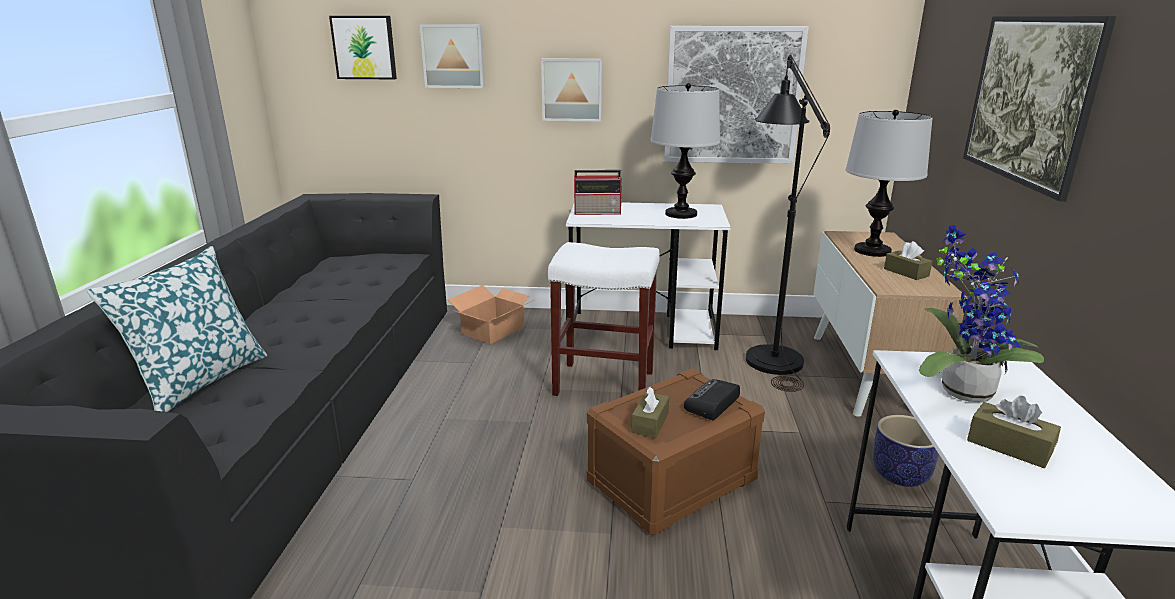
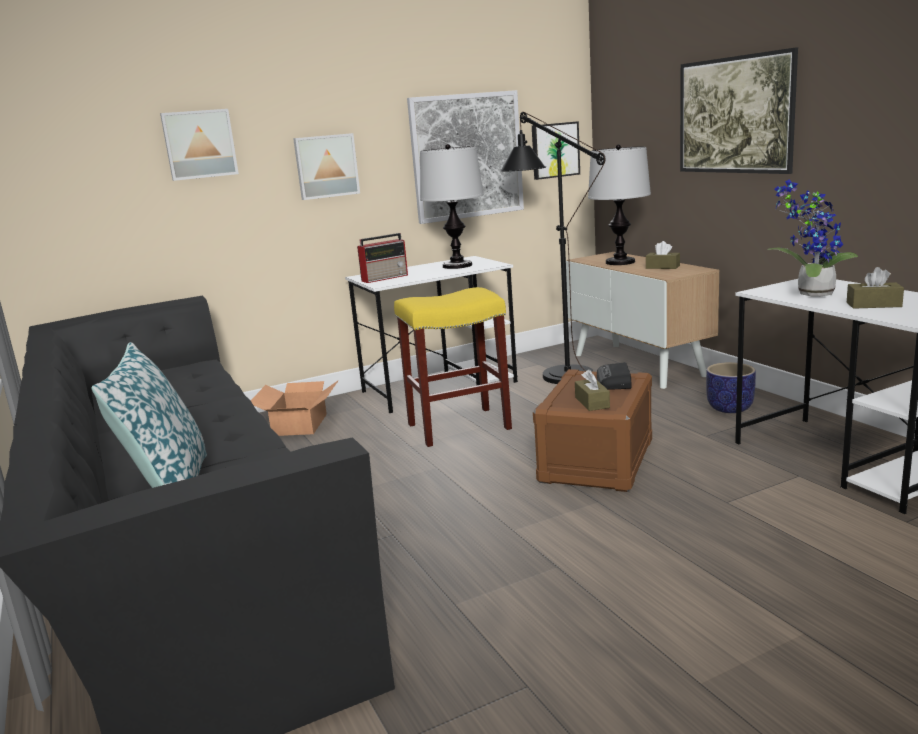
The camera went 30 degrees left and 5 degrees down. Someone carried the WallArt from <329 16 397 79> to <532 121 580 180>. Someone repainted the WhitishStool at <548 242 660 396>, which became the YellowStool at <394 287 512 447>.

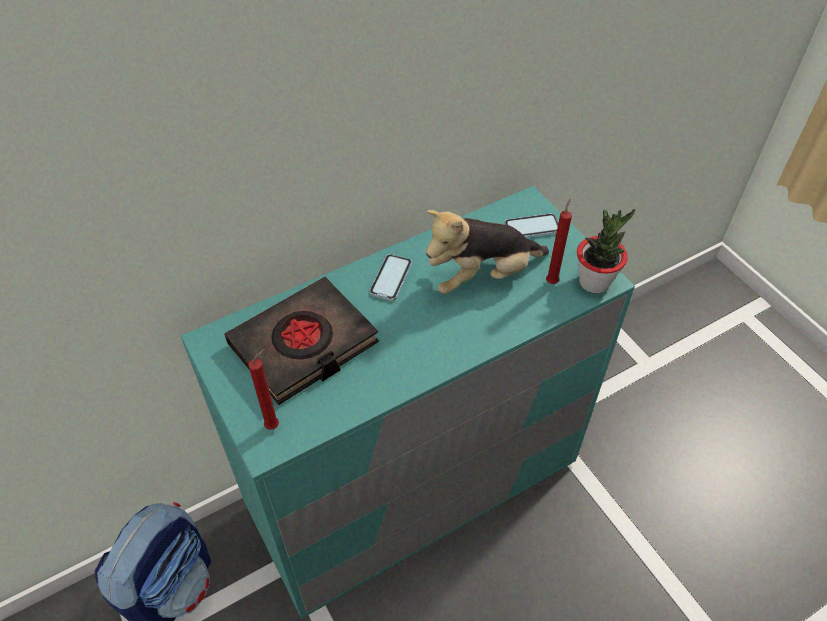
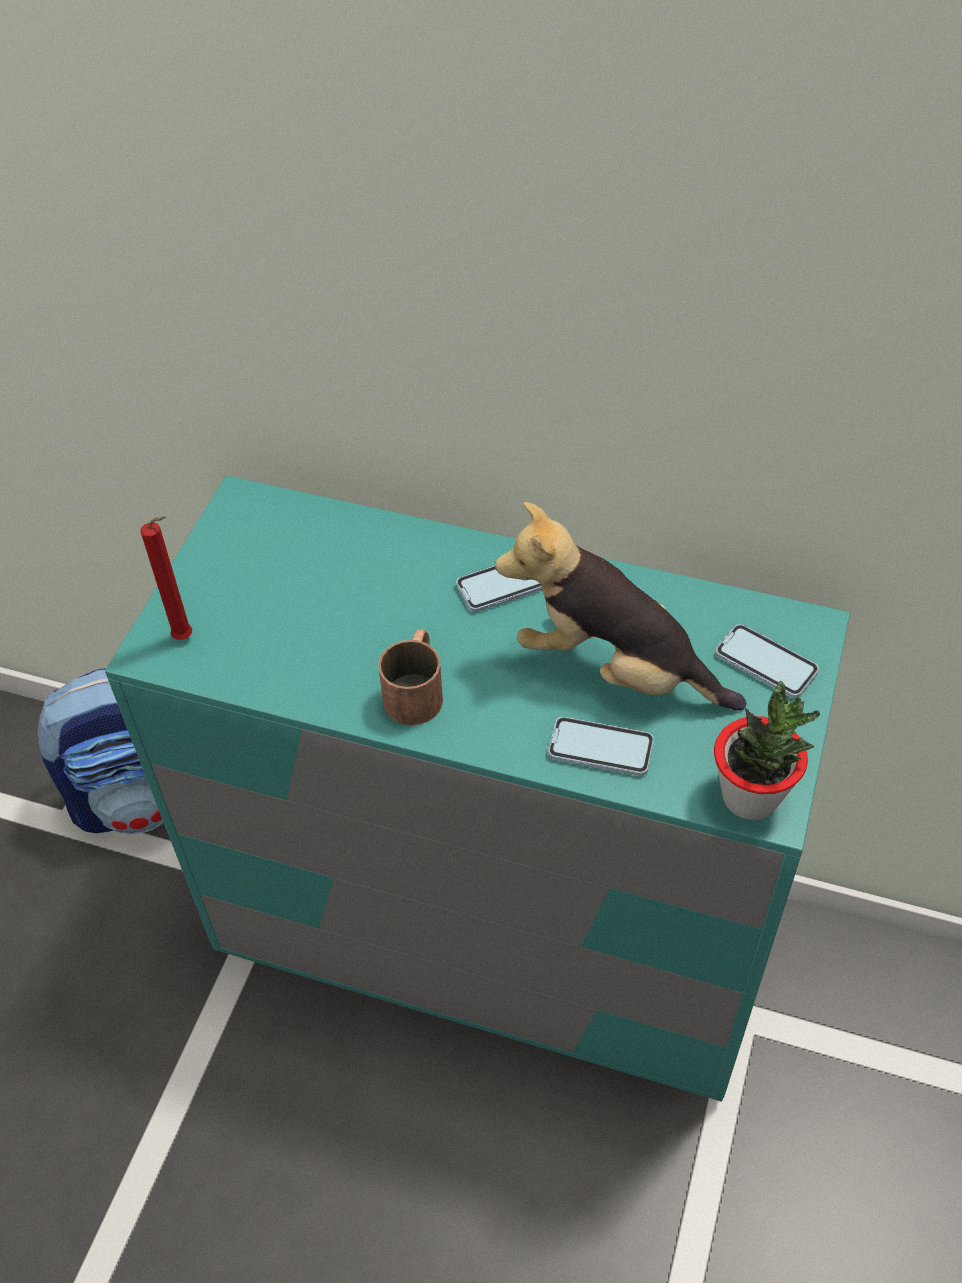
The camera went 50 degrees right and 0 degrees up. Someone took away the BlackColouredBoundBook at <224 277 379 405>. Someone took away the RedColouredWaxLight at <546 198 572 284>. Someone put down the BrownColouredCoffeeMug at <378 629 443 725>. Someone put down the Phone at <548 717 654 776>.

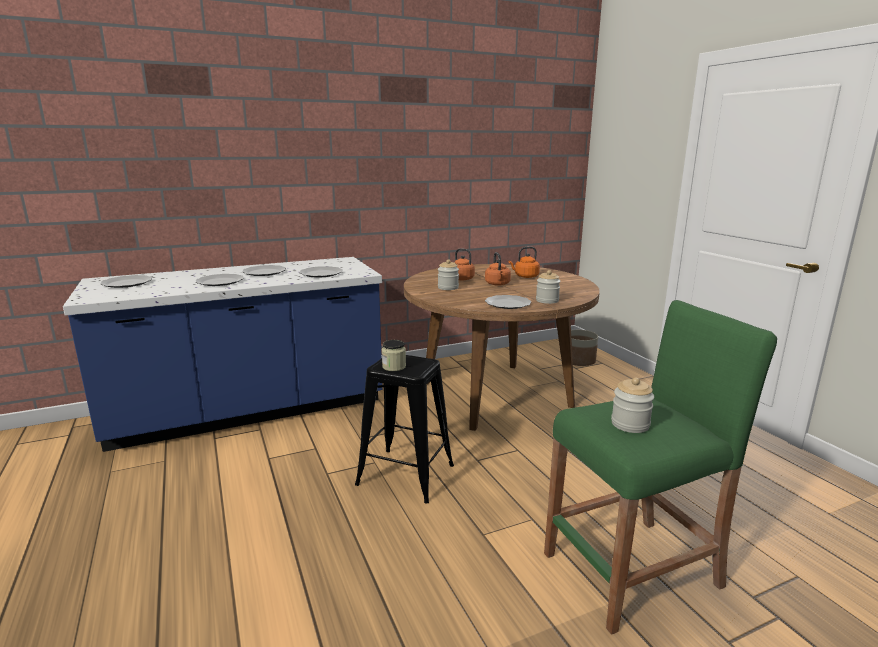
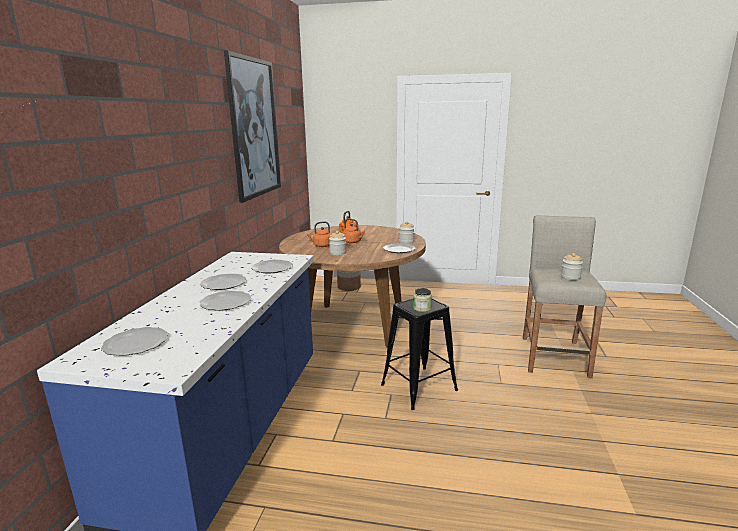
The camera went 55 degrees left and 0 degrees up. Someone repainted the GreenishStool at <544 300 777 635>, which became the BeigeColouredStool at <523 215 606 379>. Someone put up the WallArt at <224 50 281 203>.

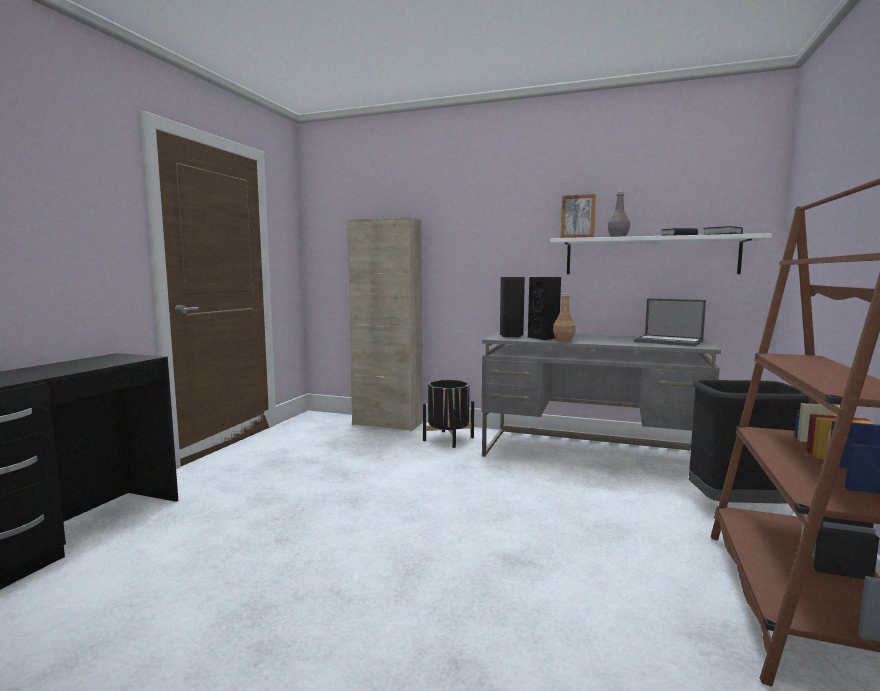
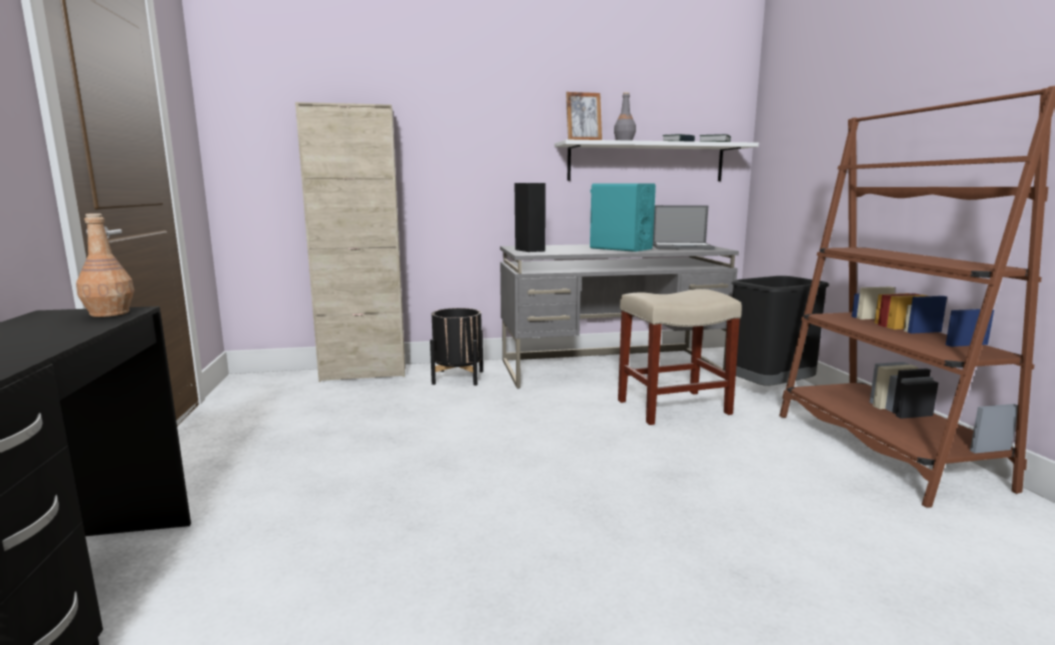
The camera went 30 degrees left and 5 degrees up. Someone took away the BlackColouredAudioSpeaker at <528 277 561 340>. Someone carried the BrownColouredDrinkBottle from <553 293 576 342> to <76 213 134 317>. Someone put down the TurquoiseColouredAudioSpeaker at <590 184 656 252>. Someone put down the BeigeColouredStool at <618 289 742 425>.

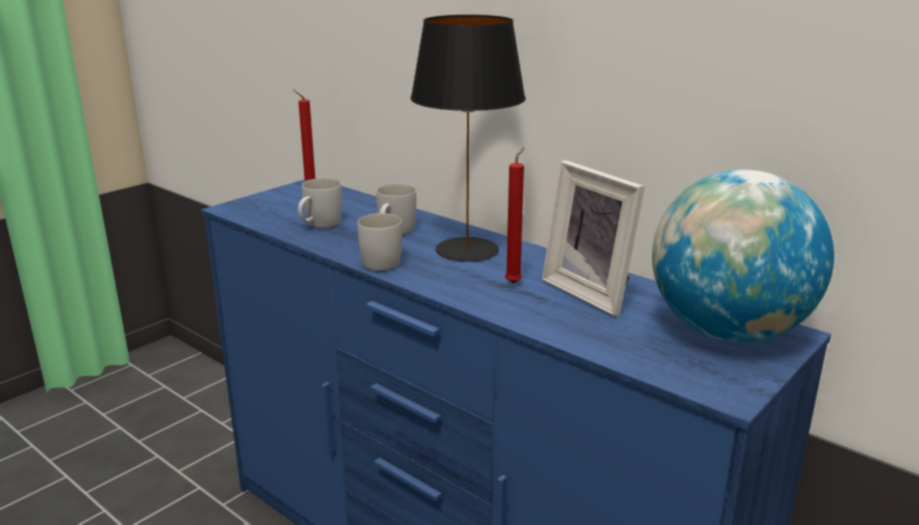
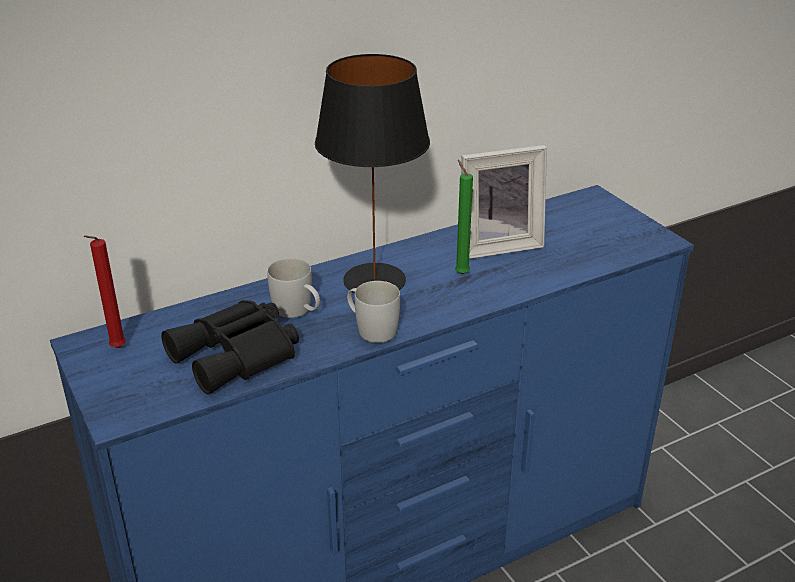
The camera went 70 degrees left and 10 degrees up. Someone swapped the WhitishCoffeeMug at <298 178 342 228> for the BlackColouredFieldGlasses at <161 300 299 394>. Someone repainted the RedColouredWaxLight at <505 147 524 284>, which became the GreenishWaxLight at <455 160 473 274>. Someone took away the Globe at <652 170 834 342>.

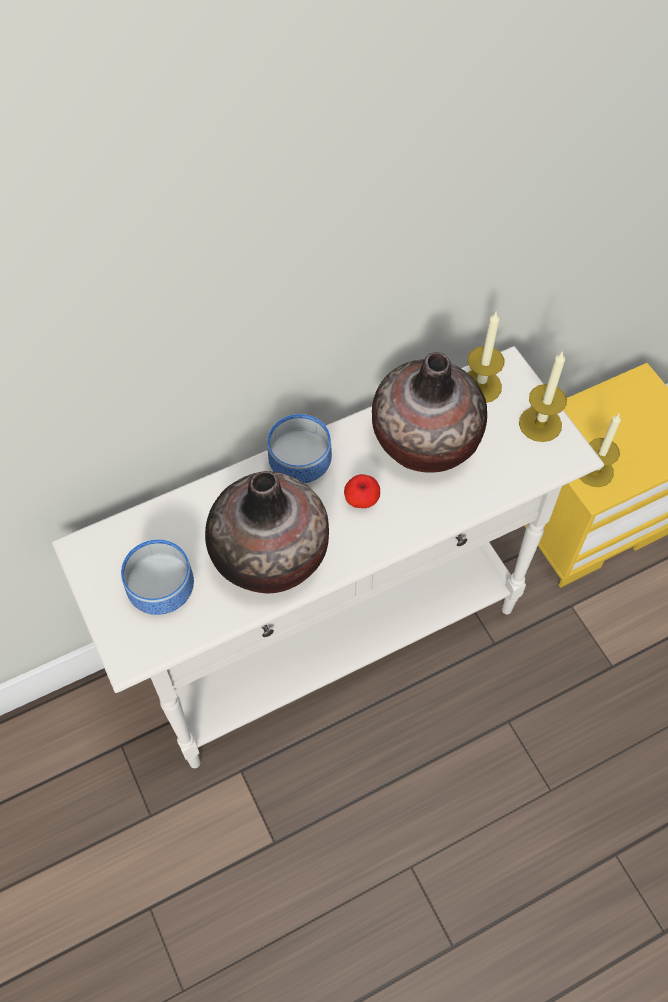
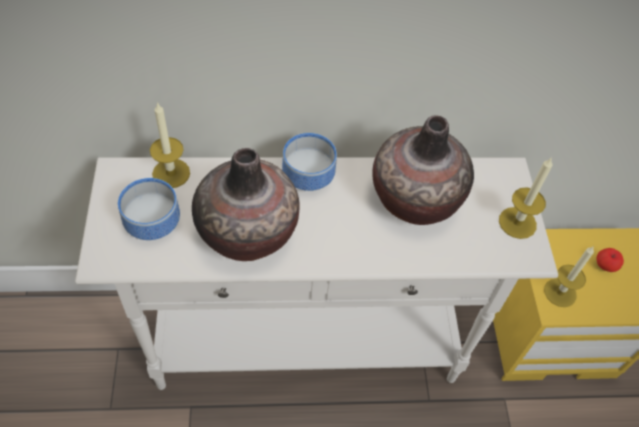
The camera went 20 degrees right and 5 degrees down. Someone carried the WholeApple from <344 474 380 508> to <597 248 624 272>. Someone carried the WaxLight from <468 311 505 403> to <150 102 190 188>.

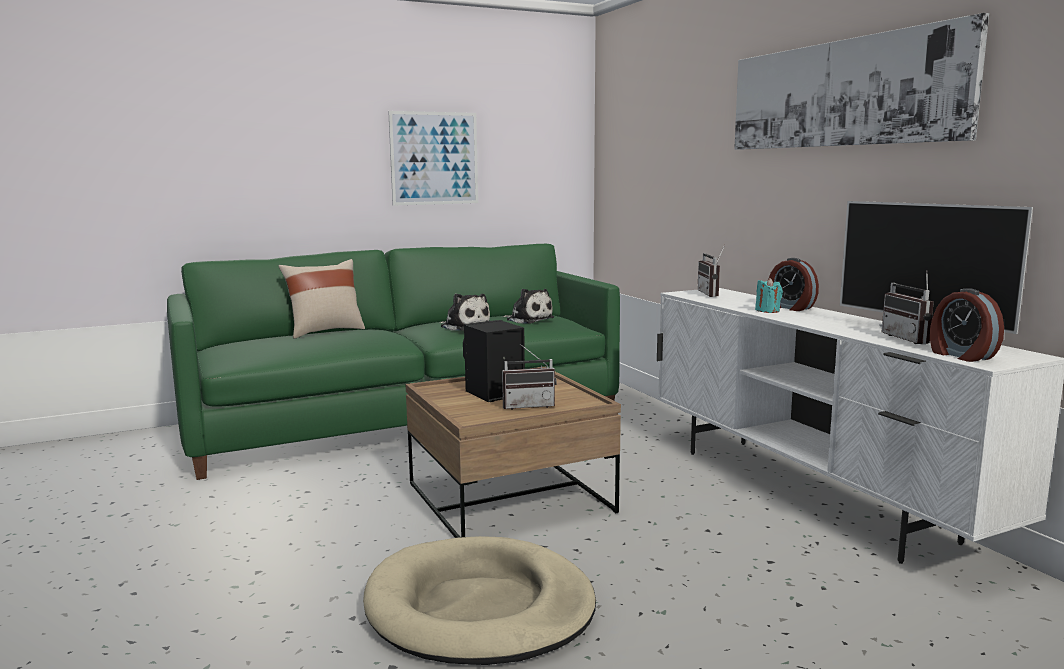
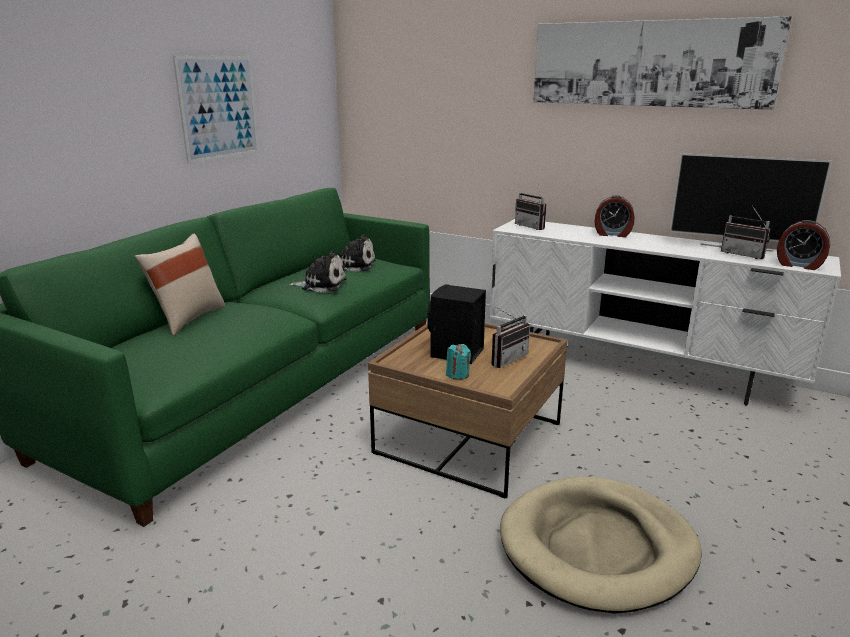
The camera went 35 degrees left and 10 degrees up. Someone carried the TurquoiseColouredWaxLight from <755 278 783 313> to <446 344 471 380>.

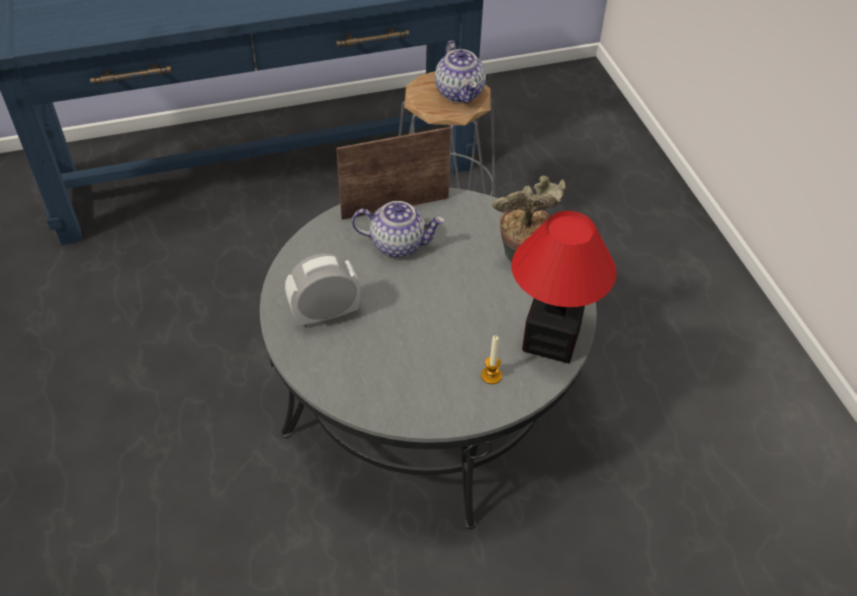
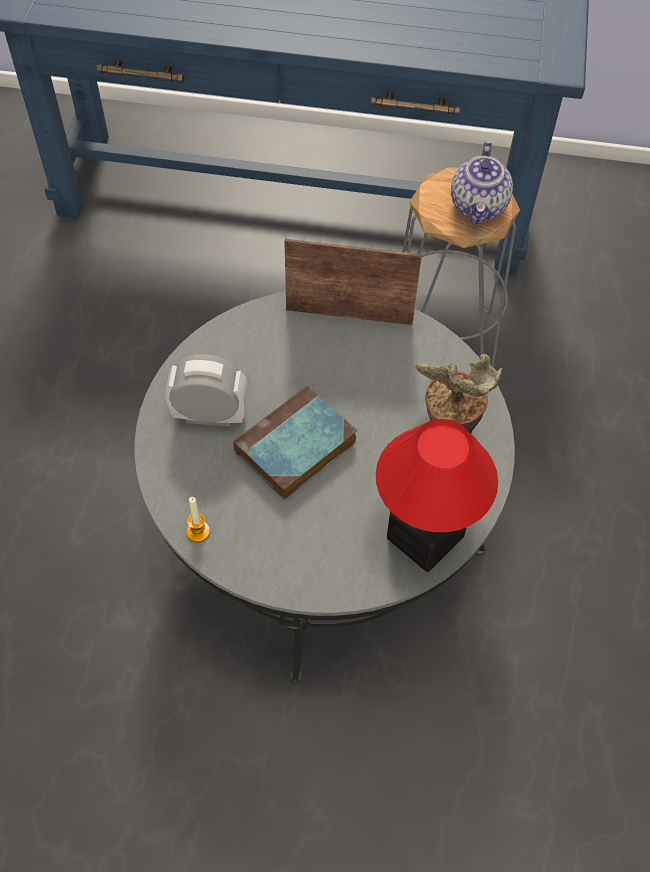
The camera went 25 degrees right and 10 degrees up. Someone took away the PotForTea at <352 201 444 258>. Someone carried the WaxLight from <481 335 502 384> to <186 497 210 542>. Someone put down the BoundBook at <233 386 357 500>.

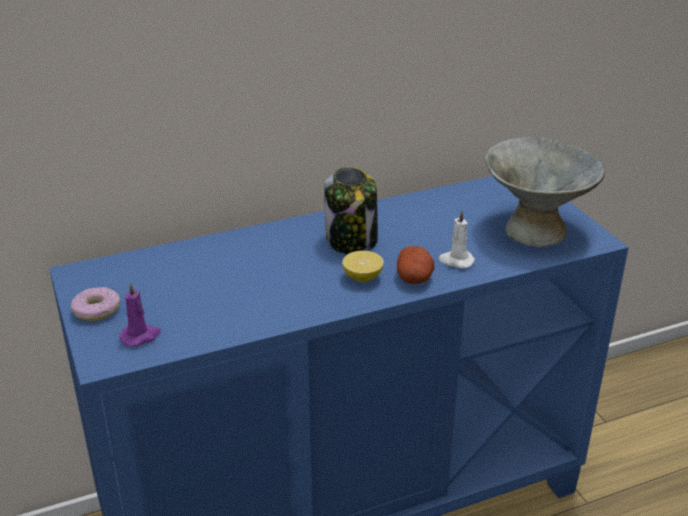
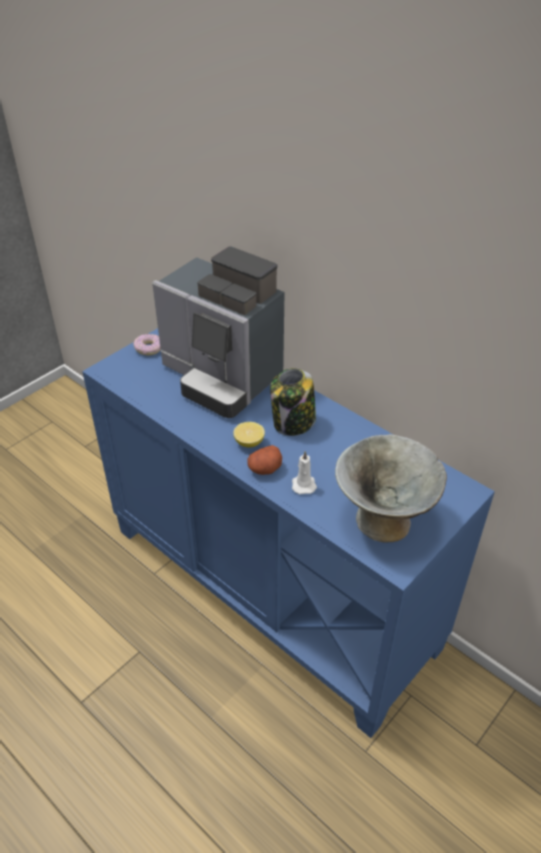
The camera went 65 degrees right and 10 degrees up. Someone took away the PurpleWaxLight at <119 282 161 346>. Someone put down the CoffeeBrewer at <152 246 285 418>.

